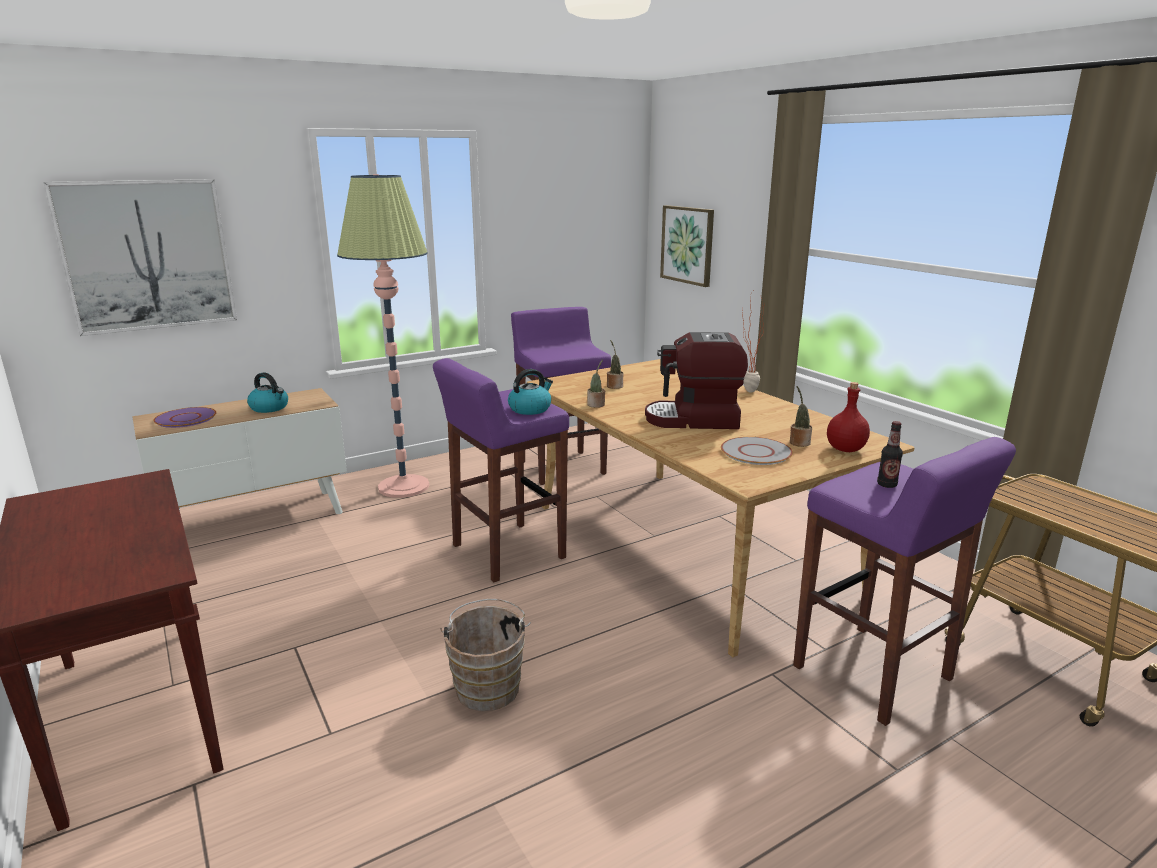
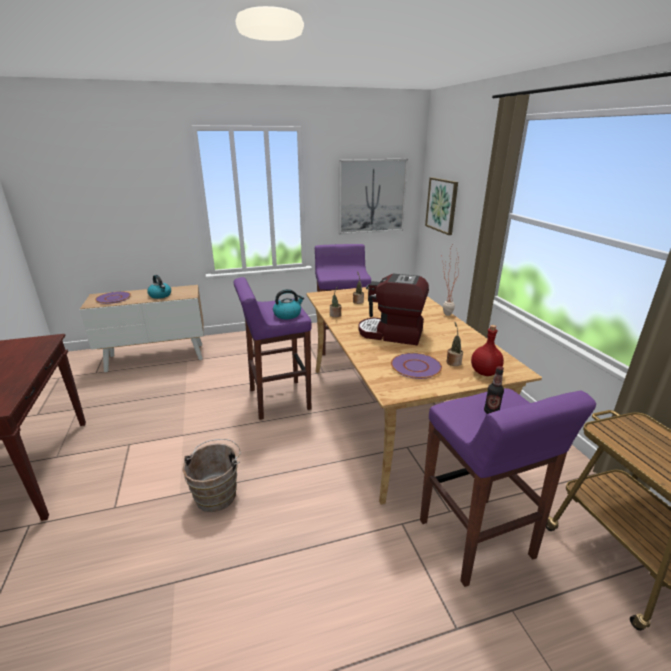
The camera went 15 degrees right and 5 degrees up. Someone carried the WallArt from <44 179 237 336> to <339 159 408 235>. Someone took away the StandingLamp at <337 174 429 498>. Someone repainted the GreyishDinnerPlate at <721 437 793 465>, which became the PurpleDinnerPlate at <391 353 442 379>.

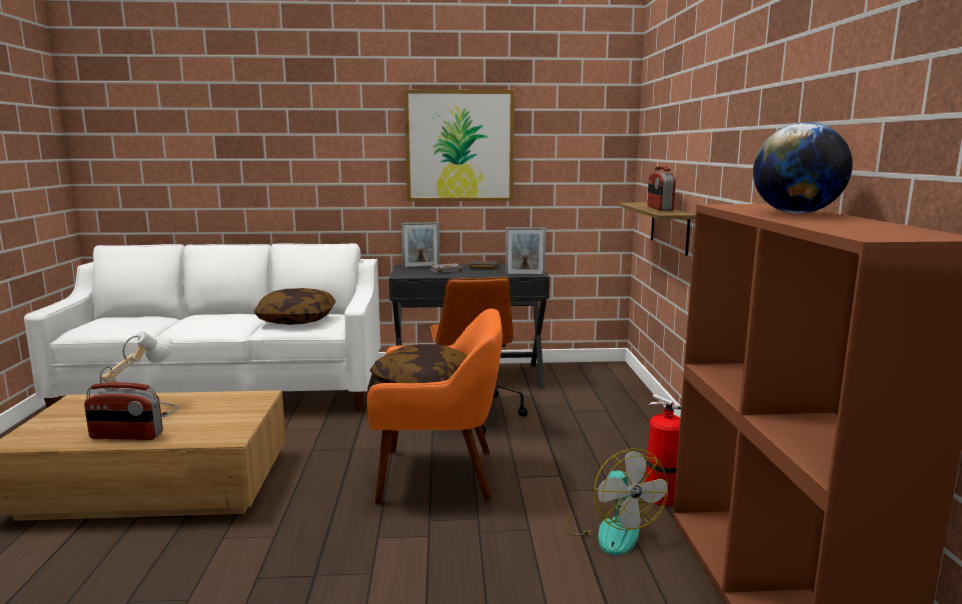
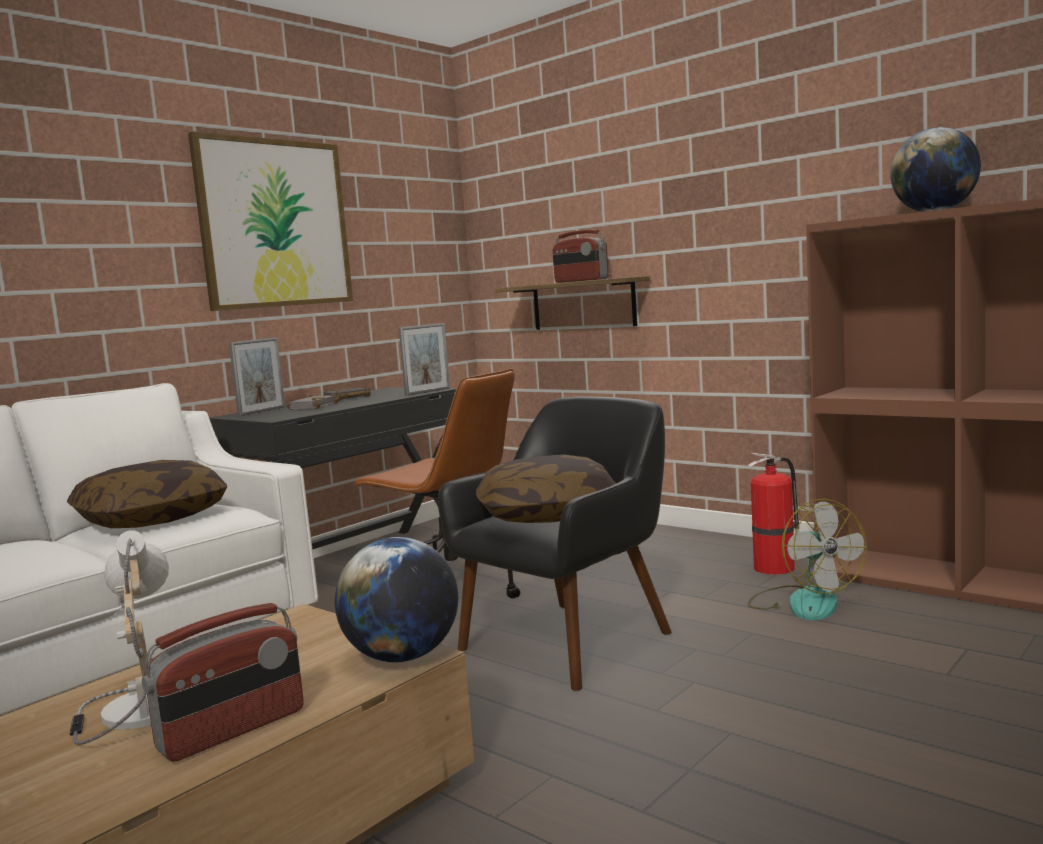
The camera went 45 degrees left and 5 degrees down. Someone repainted the OrangeyArmchair at <367 308 502 505>, which became the BlackColouredArmchair at <438 396 672 692>. Someone rotated the CoolingFan at <564 448 668 555> by 45 degrees clockwise. Someone put down the Globe at <335 537 458 662>.

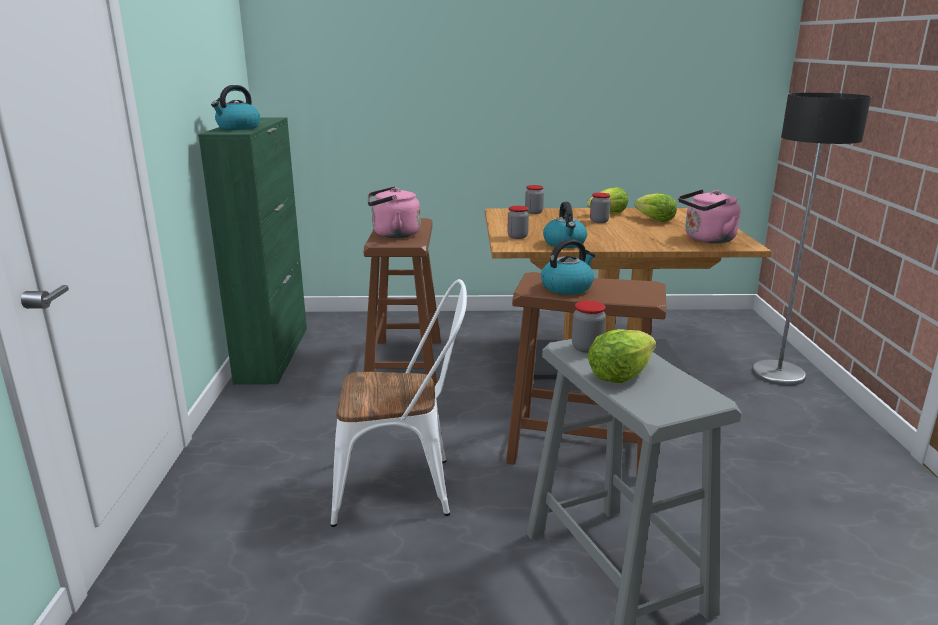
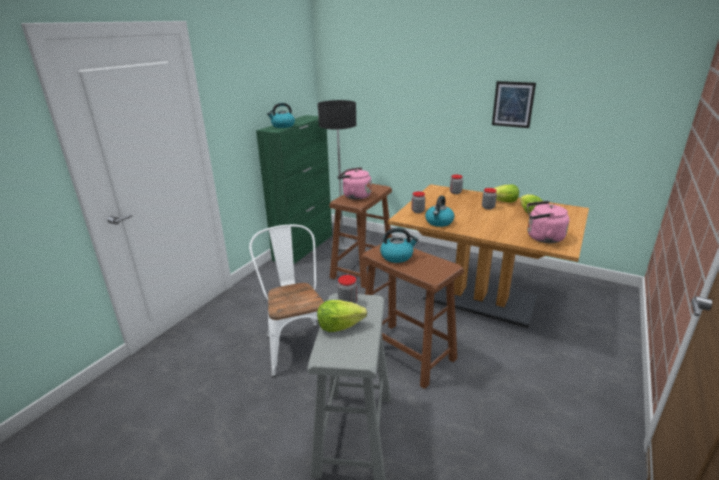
The camera went 30 degrees right and 5 degrees up. Someone rotated the WhitishChair at <331 279 467 527> by 135 degrees counterclockwise. Someone carried the StandingLamp from <752 93 871 386> to <318 100 356 251>. Someone put up the WallArt at <492 81 536 128>.

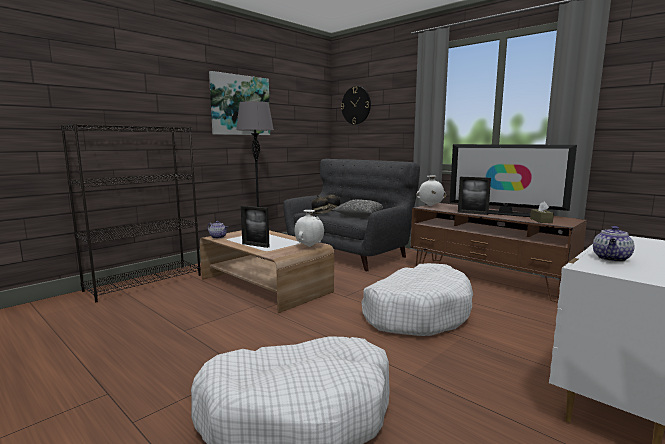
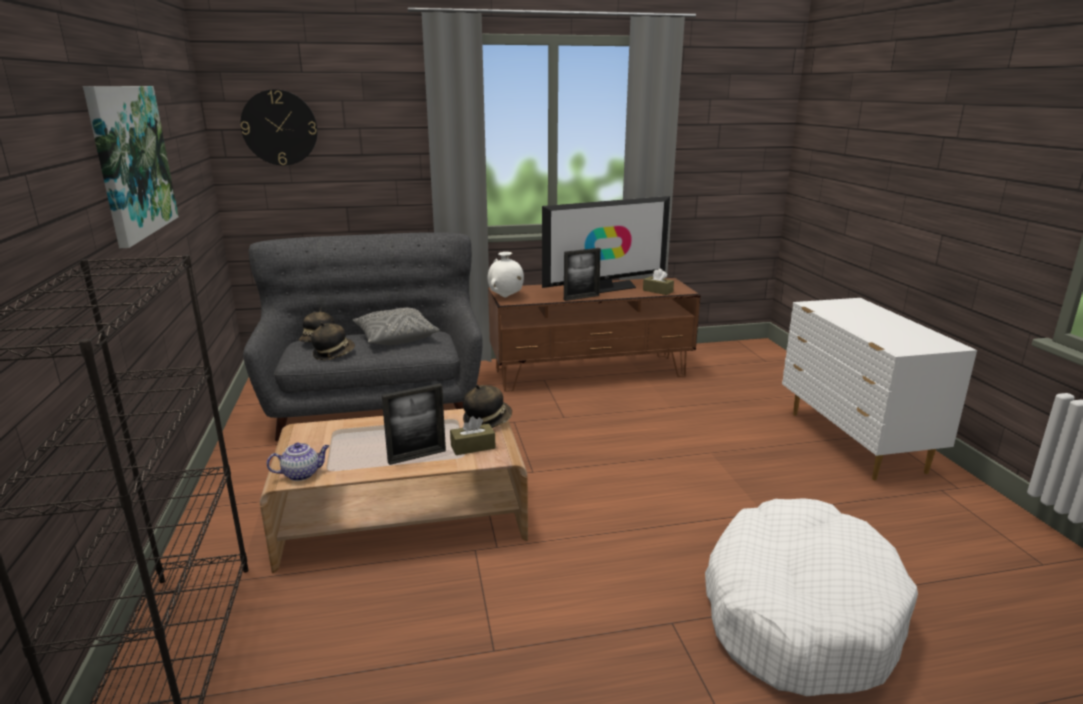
The camera went 55 degrees left and 10 degrees up. Someone took away the GreyishStandingLamp at <236 101 274 259>. Someone swapped the WhitishVase at <295 210 324 247> for the WearableHat at <463 384 512 428>. Someone took away the WhitishPetBed at <362 263 473 336>. Someone took away the PotForTea at <593 226 635 262>. Someone put down the BrownColouredTissueHolder at <450 416 495 455>.

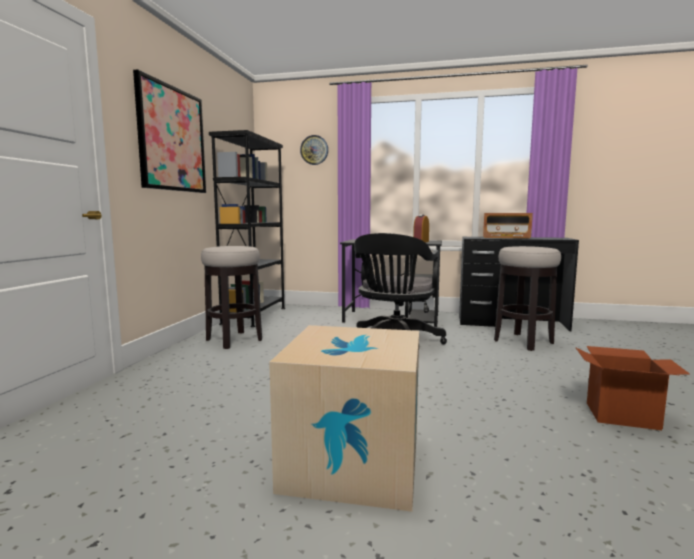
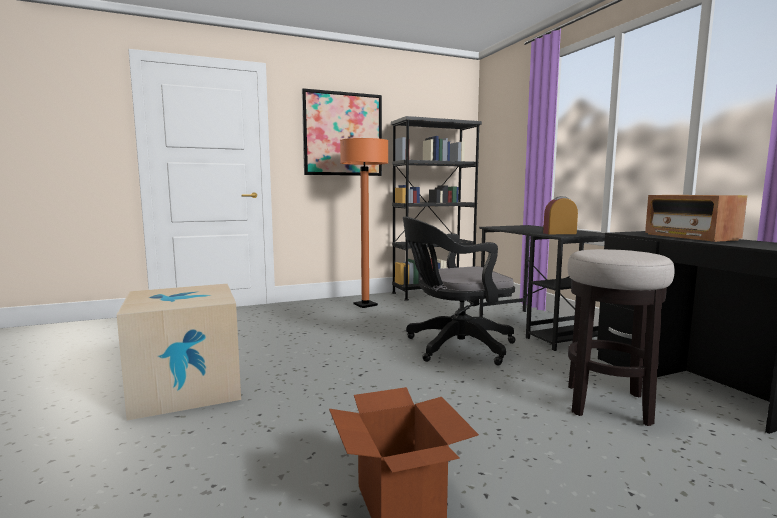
The camera went 55 degrees right and 0 degrees up. Someone swapped the Stool at <201 246 262 349> for the OrangeyStandingLamp at <340 138 388 308>. Someone took away the WallClock at <300 135 328 165>.

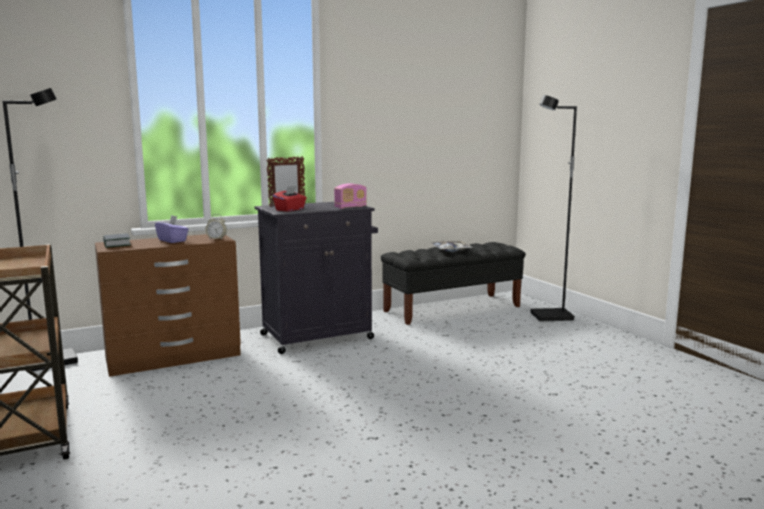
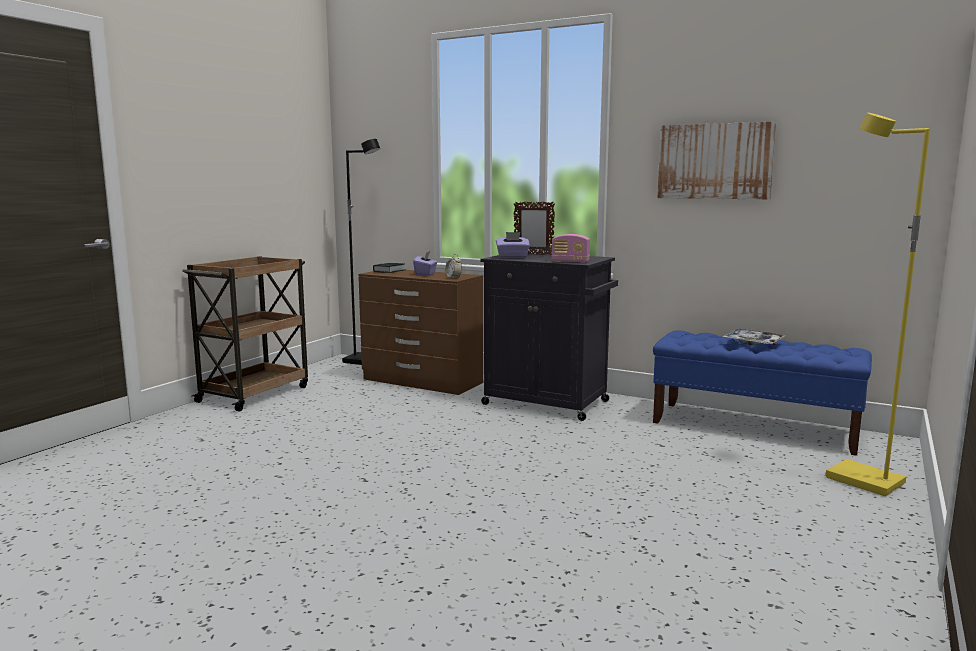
The camera went 55 degrees right and 0 degrees up. Someone repainted the RedColouredTissueHolder at <273 186 307 212>, which became the PurpleTissueHolder at <496 232 530 258>. Someone repainted the BlackColouredLongSeat at <381 242 525 325>, which became the BlueColouredLongSeat at <653 330 872 456>. Someone repainted the BlackColouredStandingLamp at <531 95 577 321>, which became the YellowStandingLamp at <826 113 930 496>. Someone put up the WallArt at <657 121 776 200>.

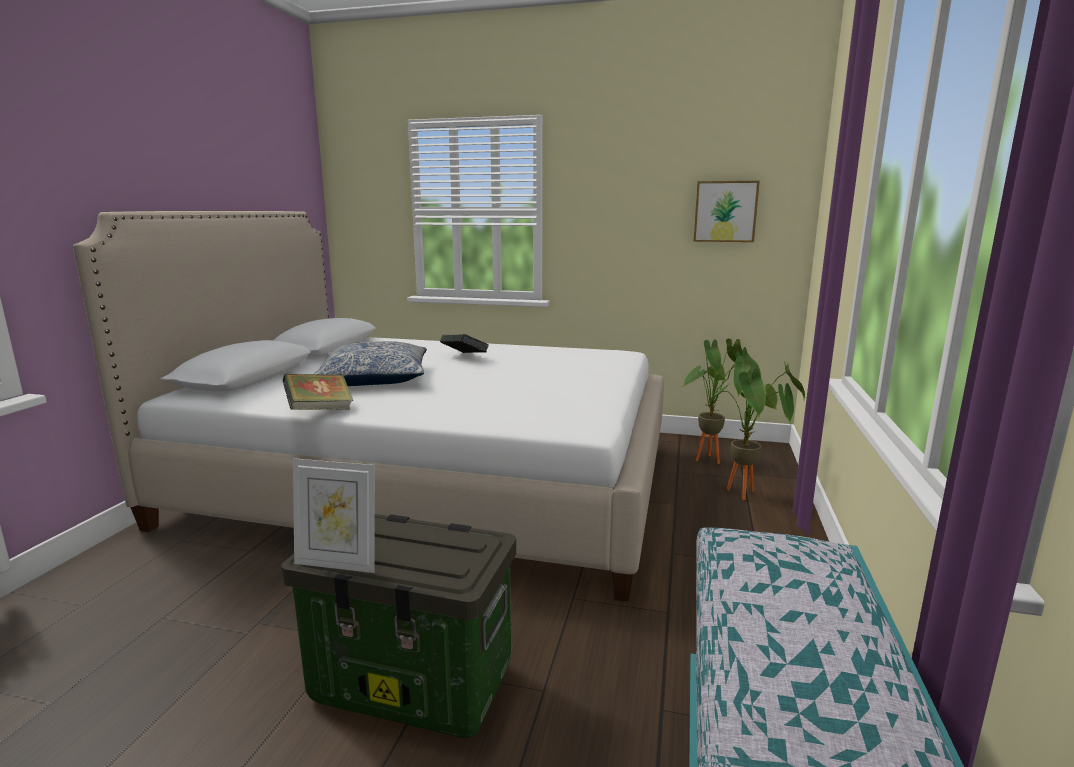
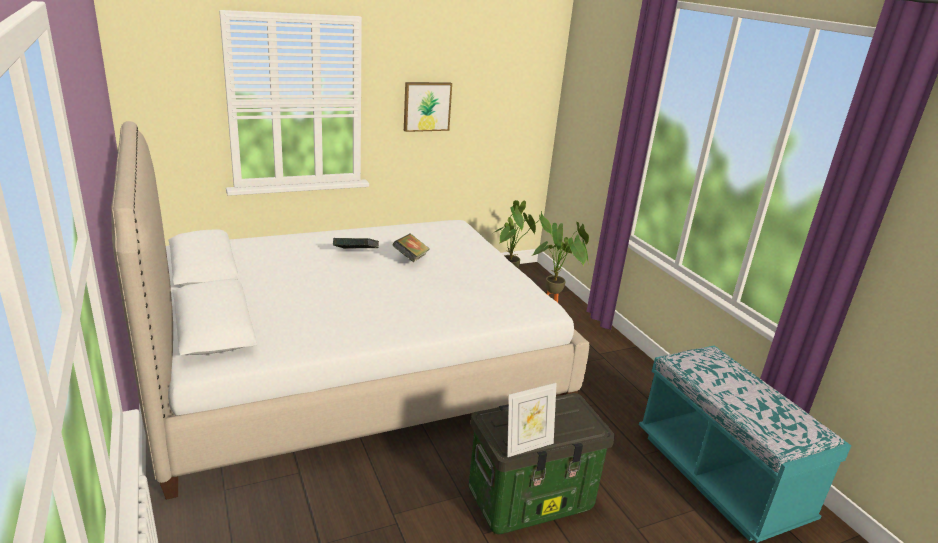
The camera went 40 degrees left and 10 degrees up. Someone carried the BoundBook from <283 374 353 410> to <392 234 430 262>. Someone took away the Cushion at <314 341 427 386>. Someone carried the WallArt from <693 181 760 242> to <404 82 452 132>.

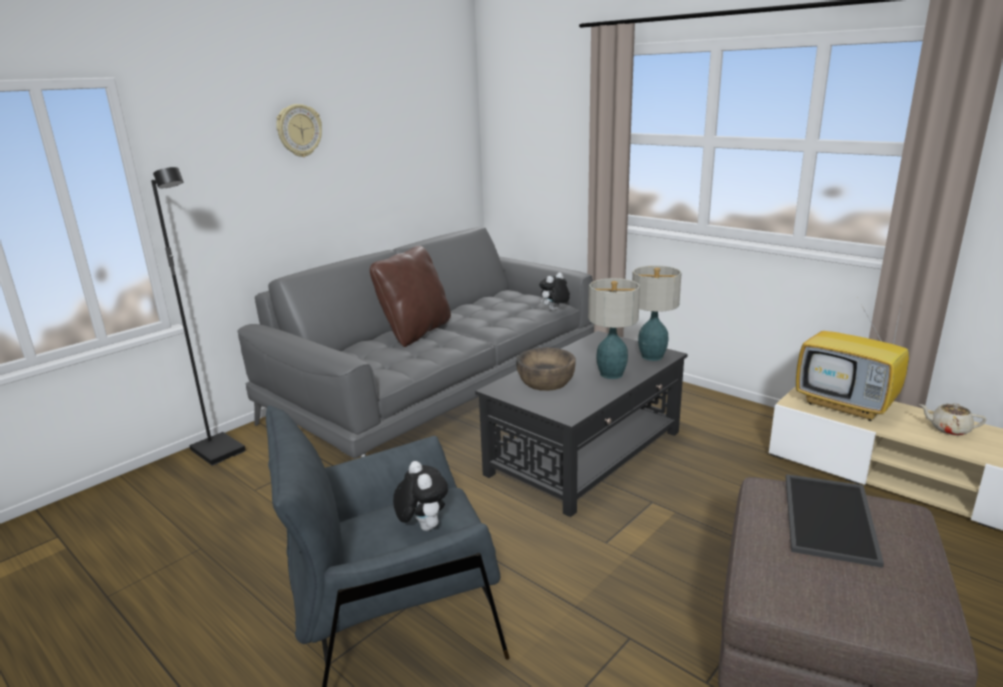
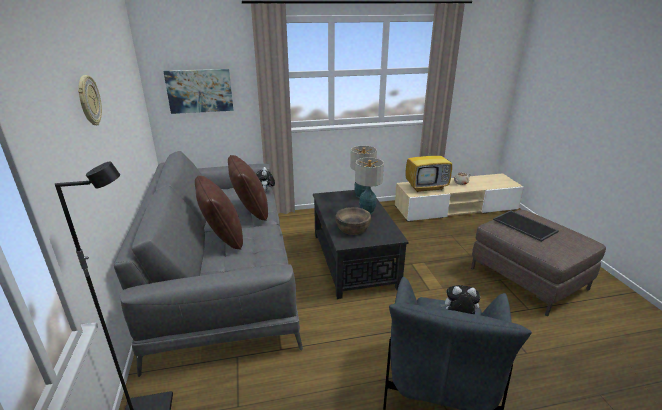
The camera went 55 degrees left and 5 degrees up. Someone put up the WallArt at <163 69 234 114>. Someone put down the BrownColouredCushion at <228 155 268 221>.

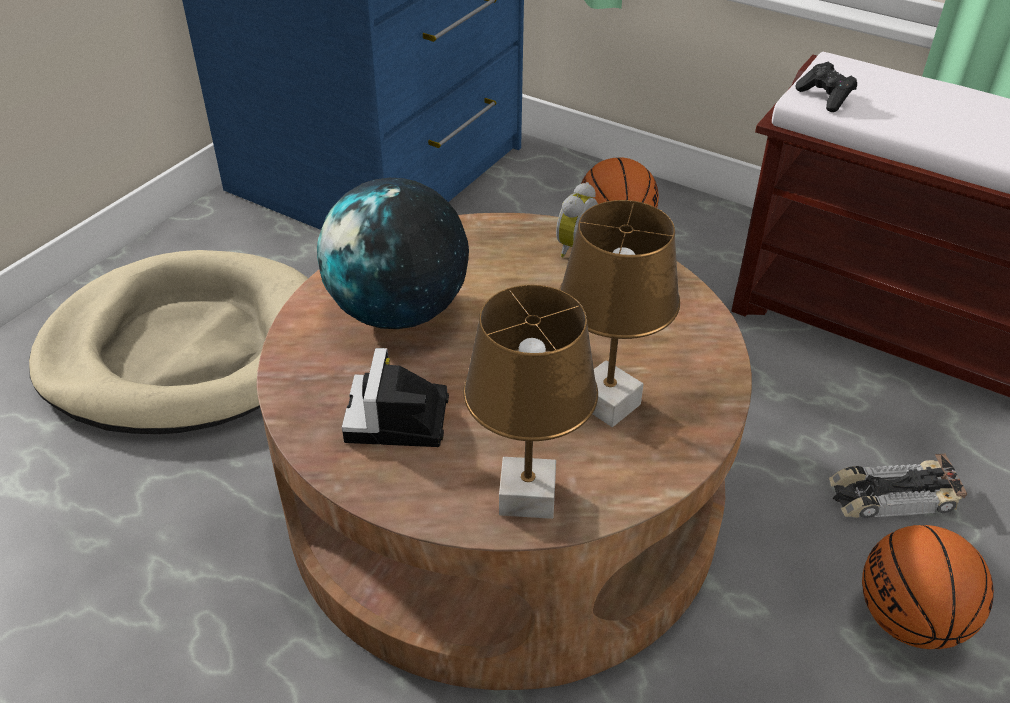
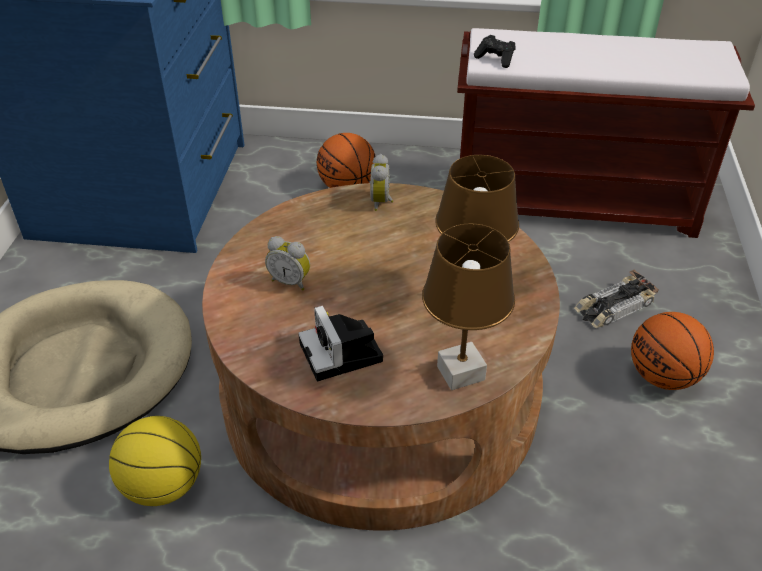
The camera went 25 degrees left and 0 degrees up. Someone swapped the Globe at <317 178 469 329> for the TableClock at <265 236 310 291>. Someone put down the Basketball at <109 416 201 506>.

